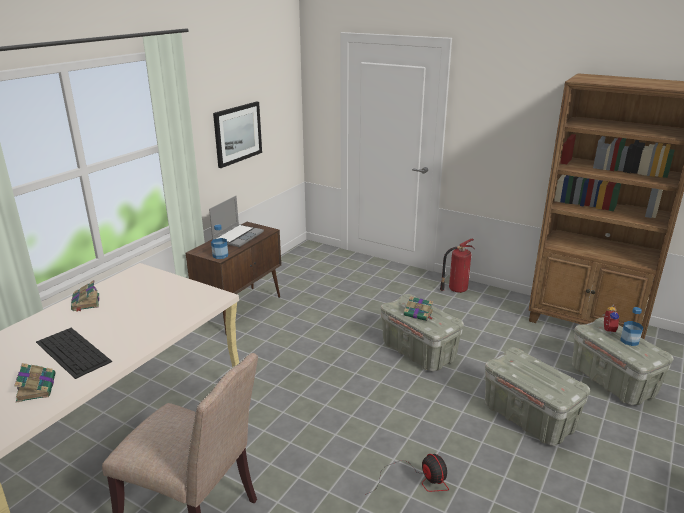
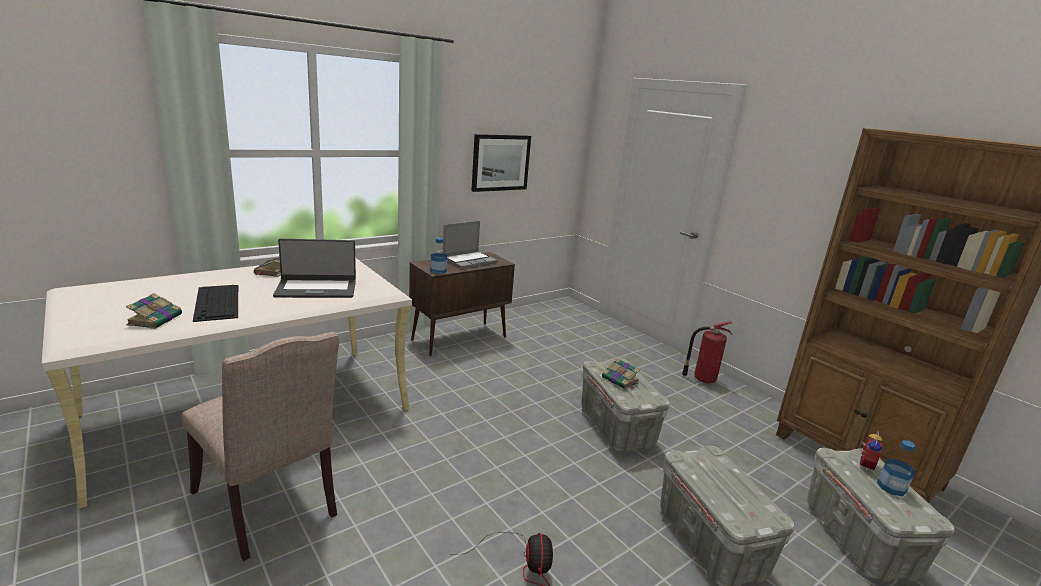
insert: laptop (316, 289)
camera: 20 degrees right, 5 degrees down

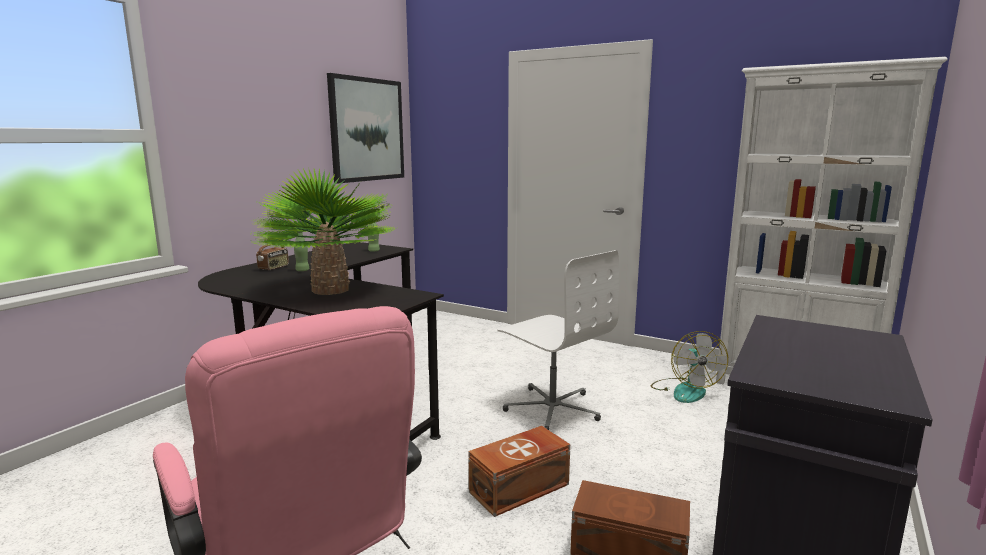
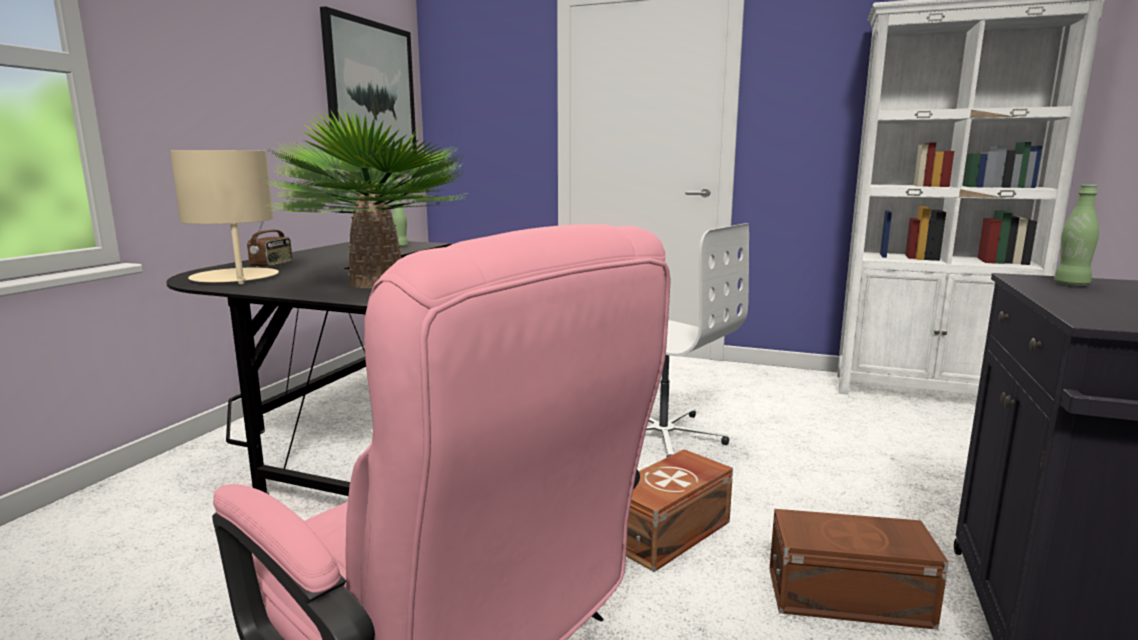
delete: fan (685, 390)
insert: table lamp in beige (235, 278)
move: bottle in green (302, 270) to (1071, 284)
camera: 10 degrees left, 0 degrees up

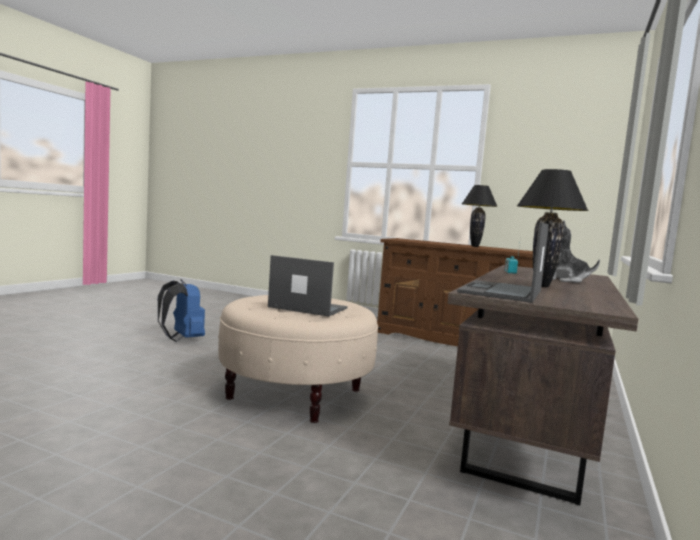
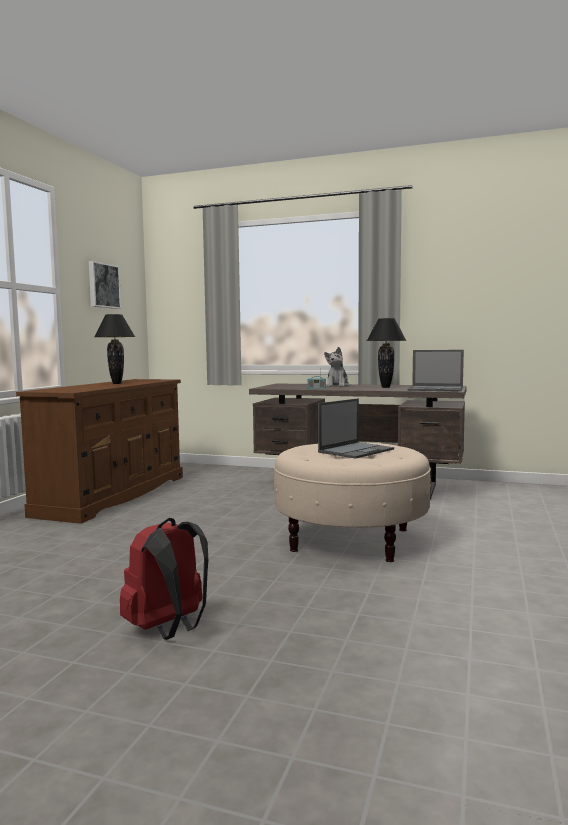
insert: picture (103, 285)
recolor: backpack in blue (182, 339) to backpack in red (169, 629)
rotate: laptop (307, 307) = (356, 450) 150 degrees counterclockwise
camera: 95 degrees left, 0 degrees up

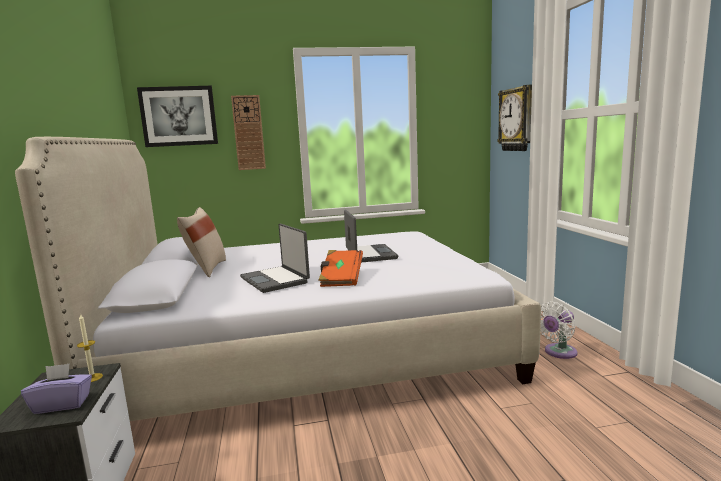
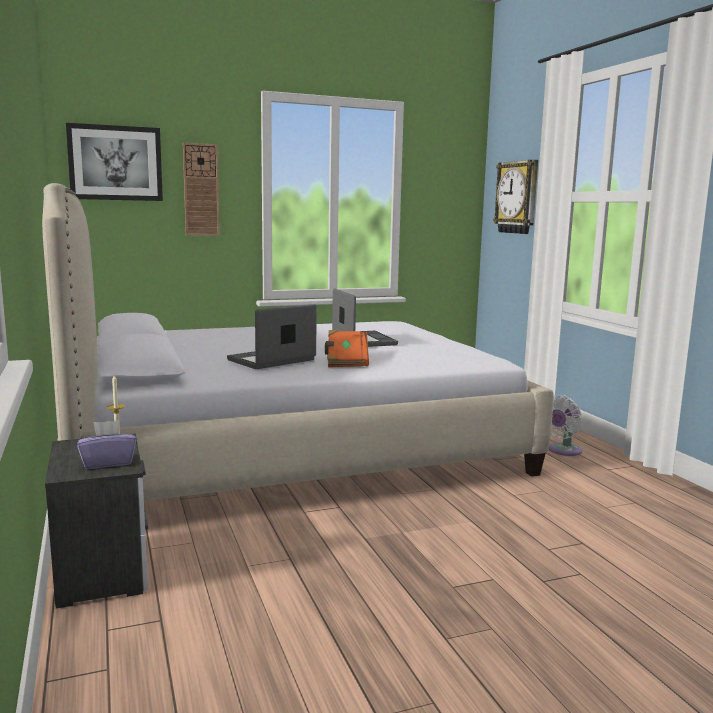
delete: pillow in beige (206, 269)
rotate: laptop (275, 280) = (272, 360) 90 degrees clockwise
camera: 10 degrees left, 0 degrees up

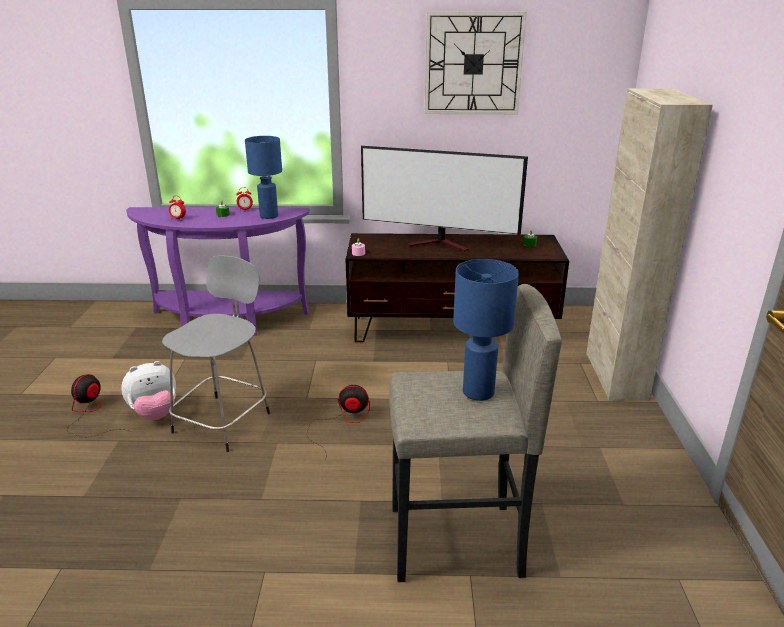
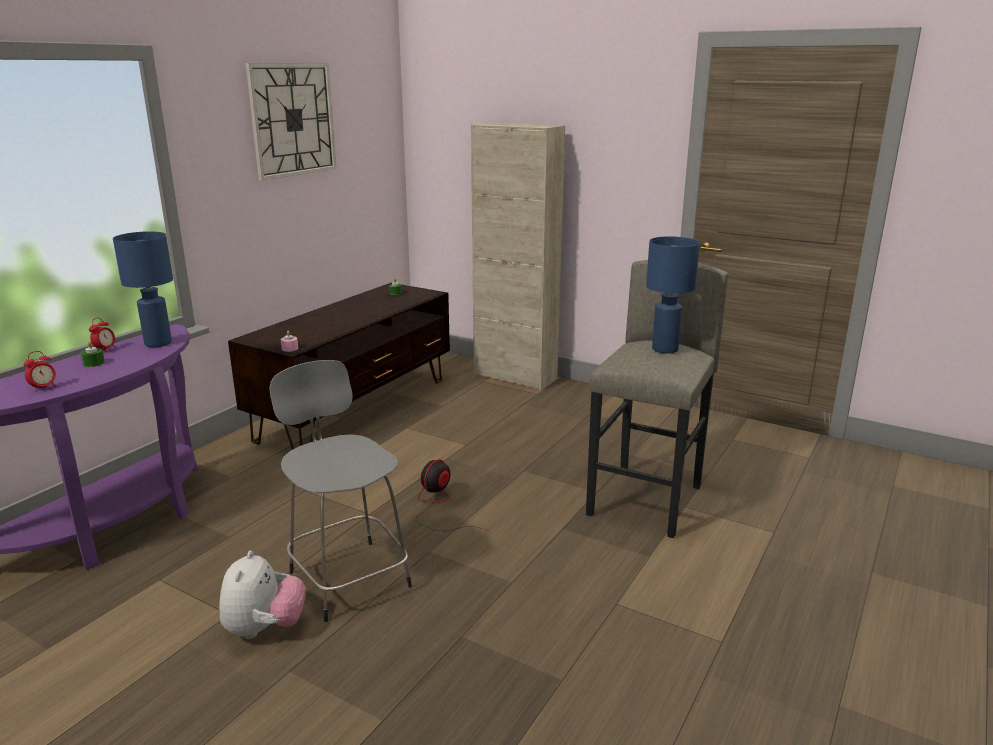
delete: fan (91, 414); television (441, 244)
camera: 60 degrees left, 5 degrees down

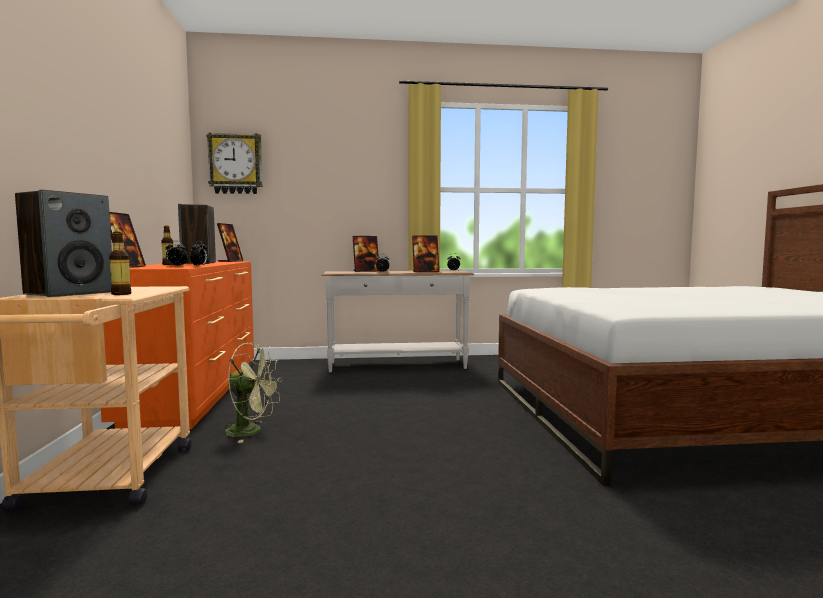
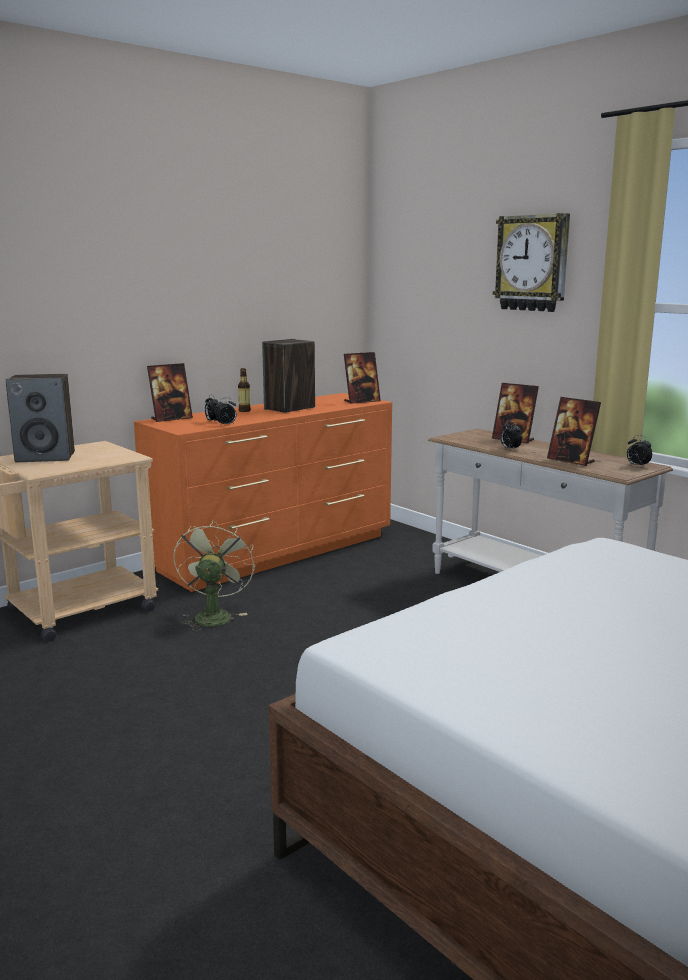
delete: bottle (121, 294)
move: wall clock (236, 164) to (532, 263)
rotate: fan in green (251, 431) = (213, 615) 150 degrees counterclockwise
camera: 55 degrees right, 10 degrees up

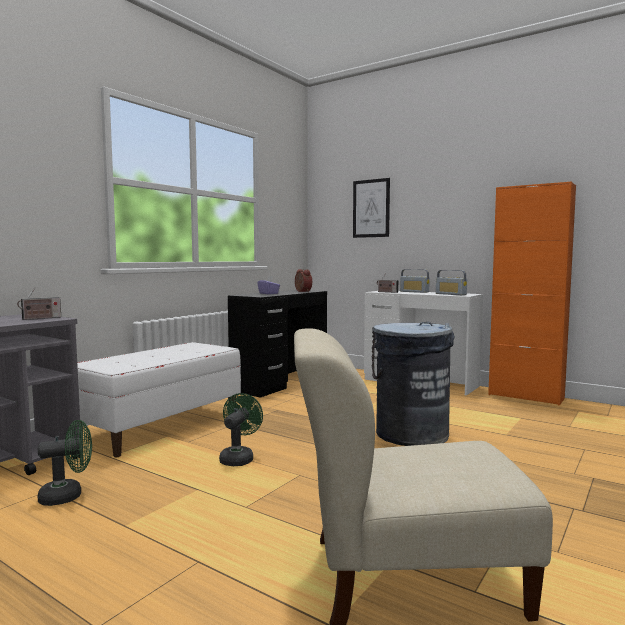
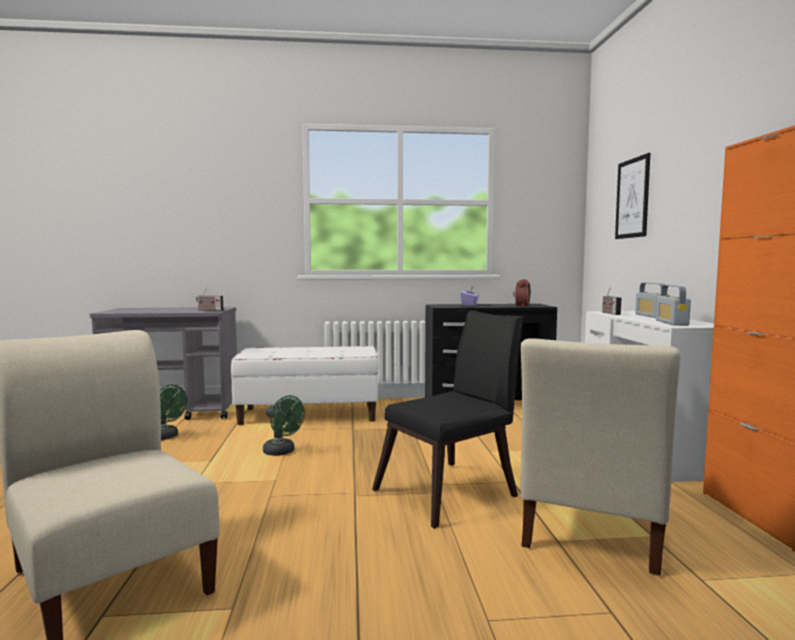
insert: chair in beige (590, 527)
replace: trash can in grey (411, 434) to chair in black (453, 491)
rotate: fan in green (238, 458) = (282, 452) 60 degrees clockwise
camera: 50 degrees right, 0 degrees up

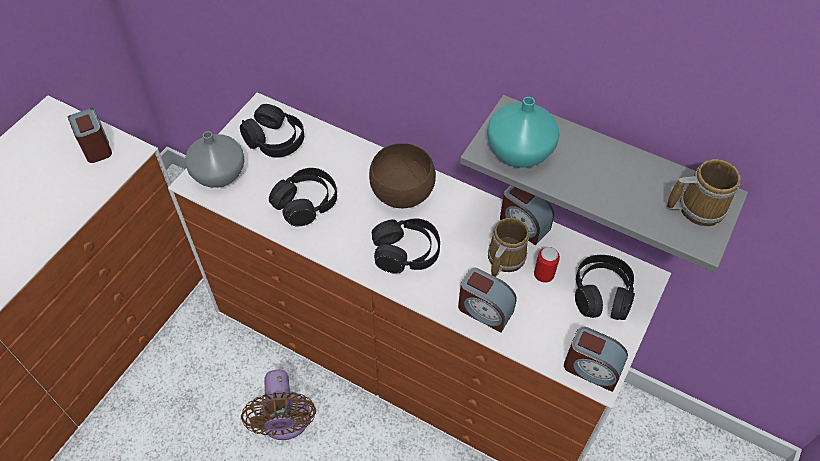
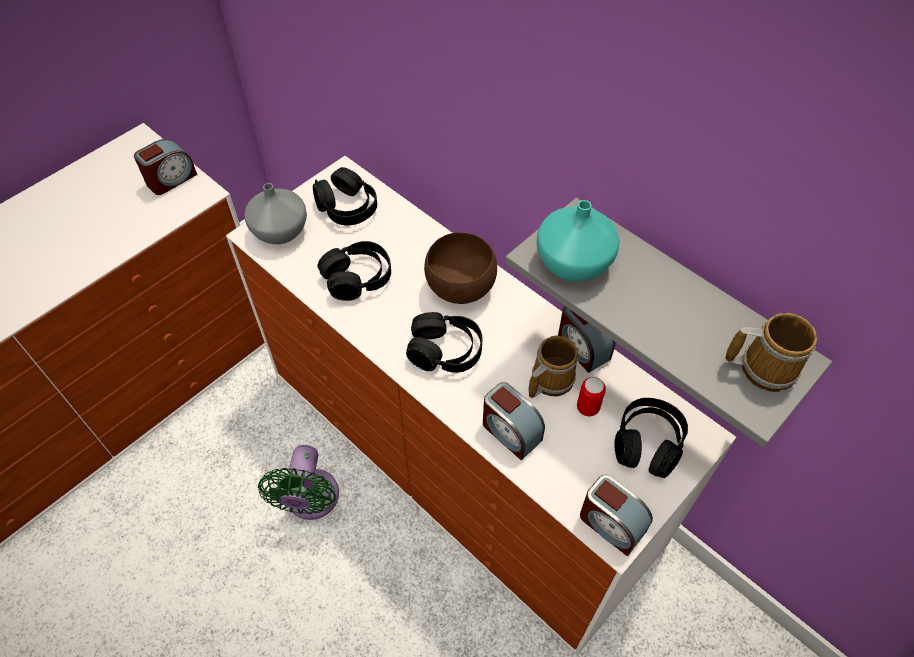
recolor: fan in brown (285, 422) to fan in green (311, 500)
rotate: alarm clock (95, 145) = (171, 179) 60 degrees clockwise
camera: 15 degrees right, 0 degrees up

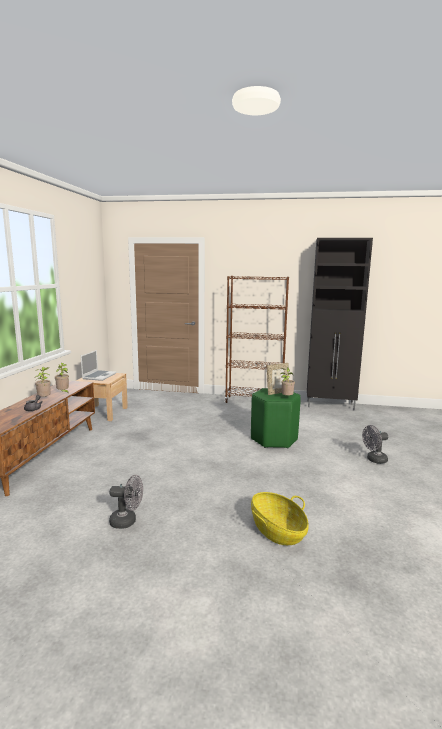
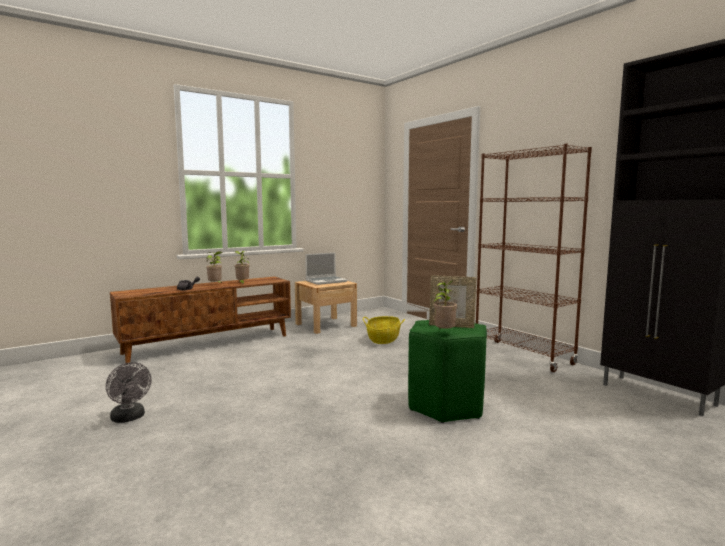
delete: fan in grey (374, 460)
move: basket (277, 531) to (383, 339)
camera: 45 degrees right, 5 degrees down

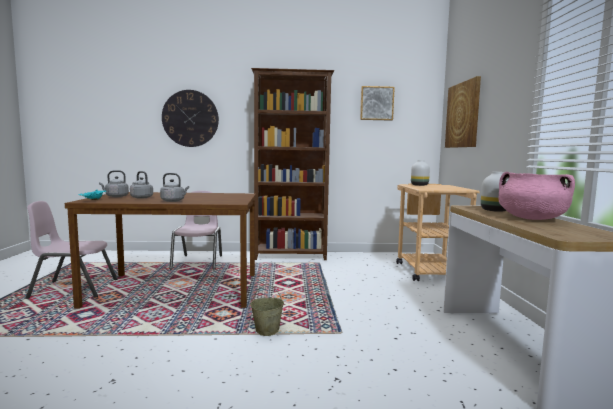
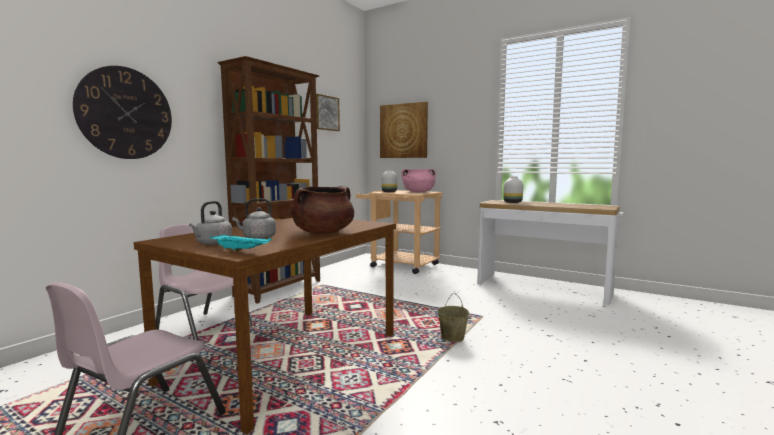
move: cooking pot in pink (531, 218) to (418, 192)
replace: kettle in grey (174, 201) to cooking pot in brown (323, 232)
camera: 55 degrees left, 0 degrees up

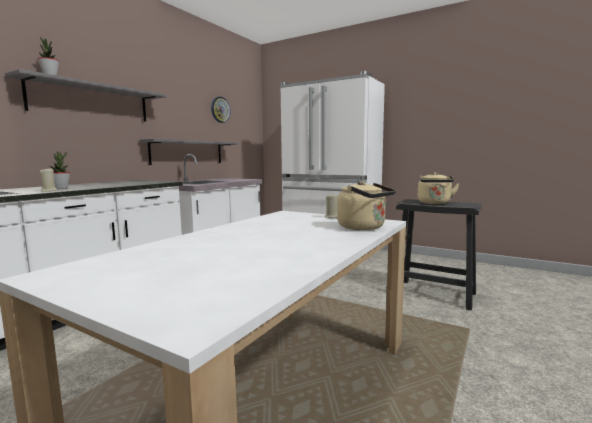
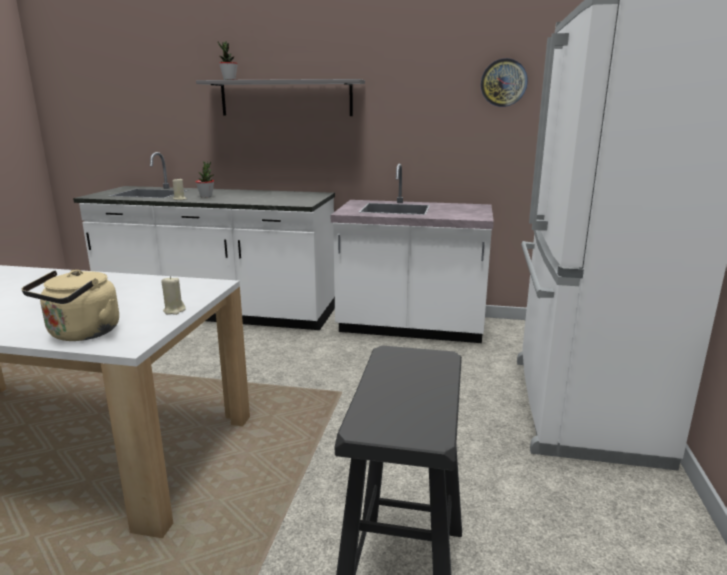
delete: shelf in grey (188, 152); kettle in beige (434, 203)
camera: 70 degrees right, 10 degrees up

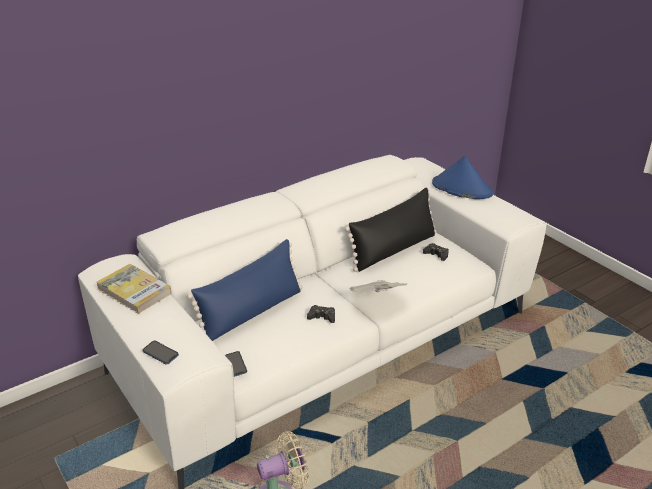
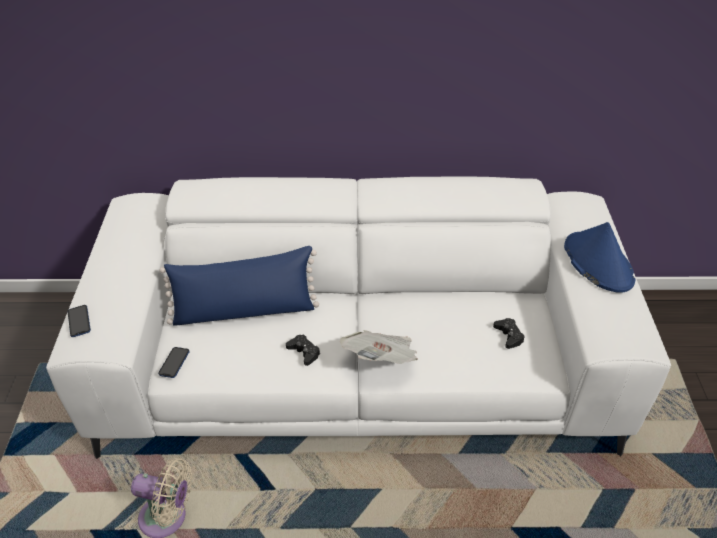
delete: book (134, 291); pillow in black (393, 250)
camera: 35 degrees right, 10 degrees up

